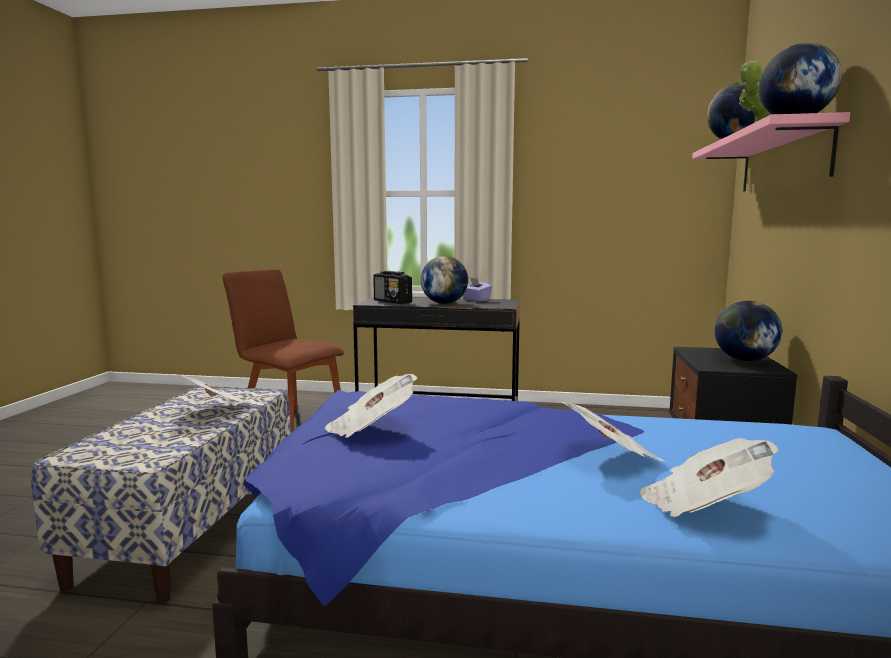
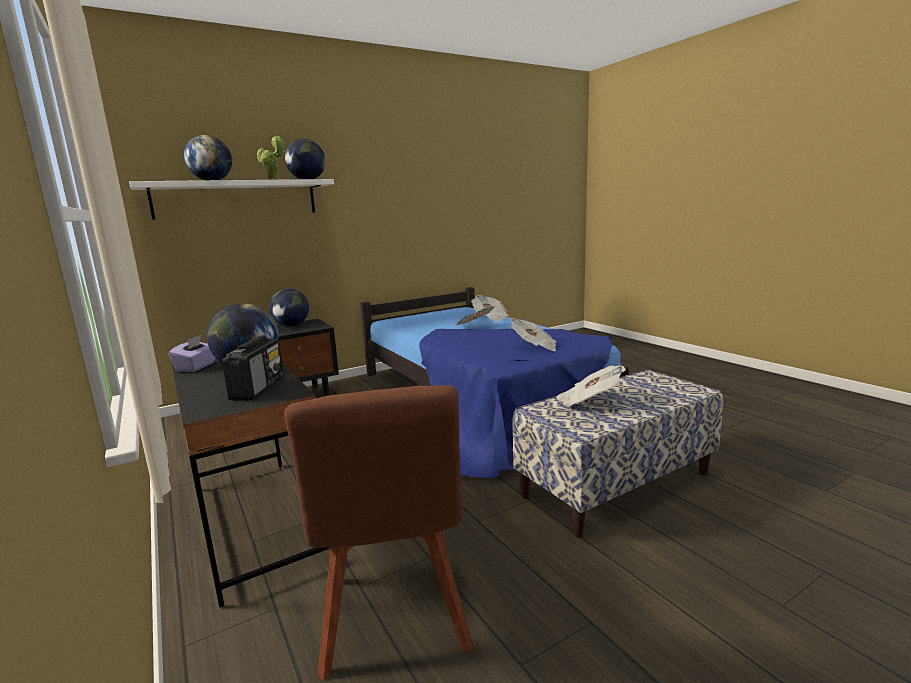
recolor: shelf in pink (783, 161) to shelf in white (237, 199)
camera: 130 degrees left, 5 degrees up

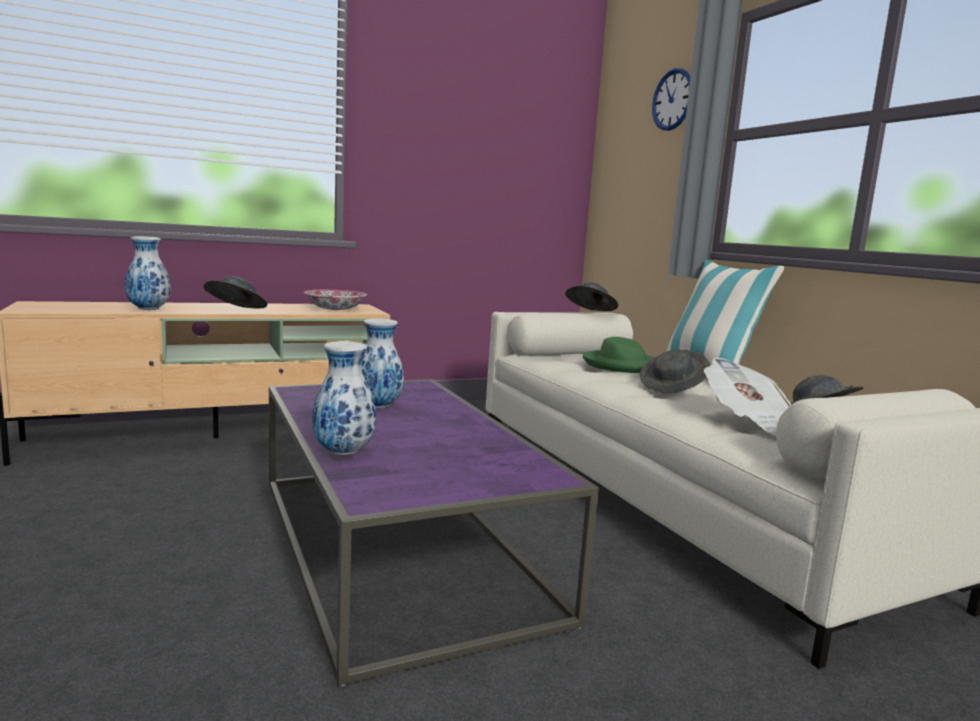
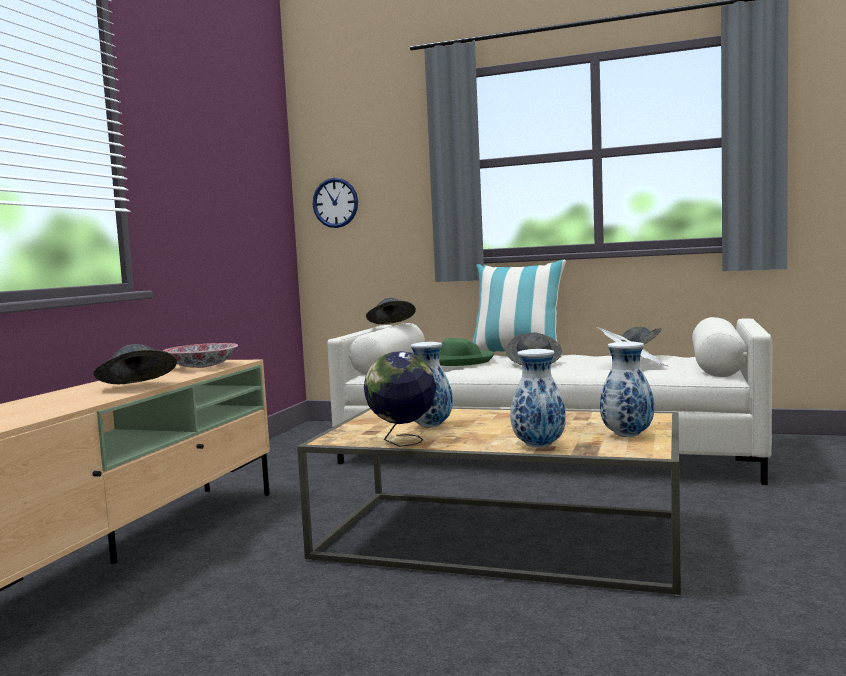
insert: globe (402, 442)
move: vase (149, 309) to (626, 435); wall clock (672, 100) to (335, 203)
recolor: coffee table in purple (399, 544) to coffee table in brown (500, 538)
camera: 45 degrees left, 5 degrees down

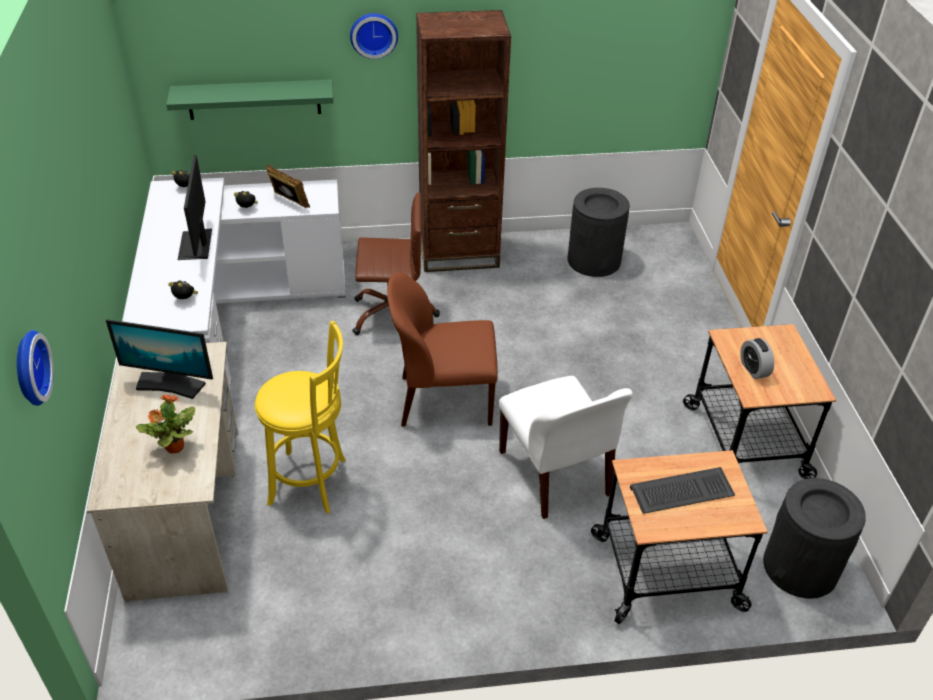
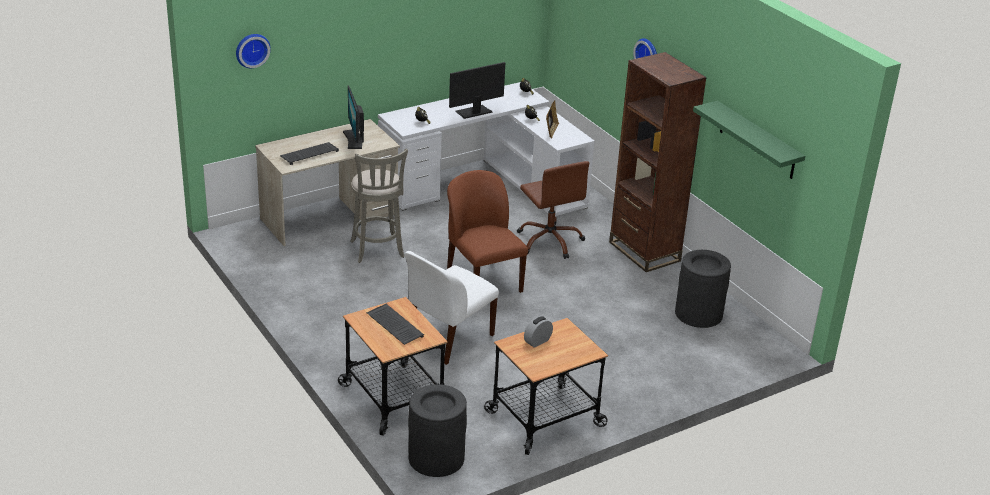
move: shelf in green (254, 99) to (757, 140)
replace: potted plant (174, 447) to keyboard (309, 154)
recolor: stool in yellow (312, 482) to stool in grey (377, 251)
camera: 65 degrees right, 10 degrees down

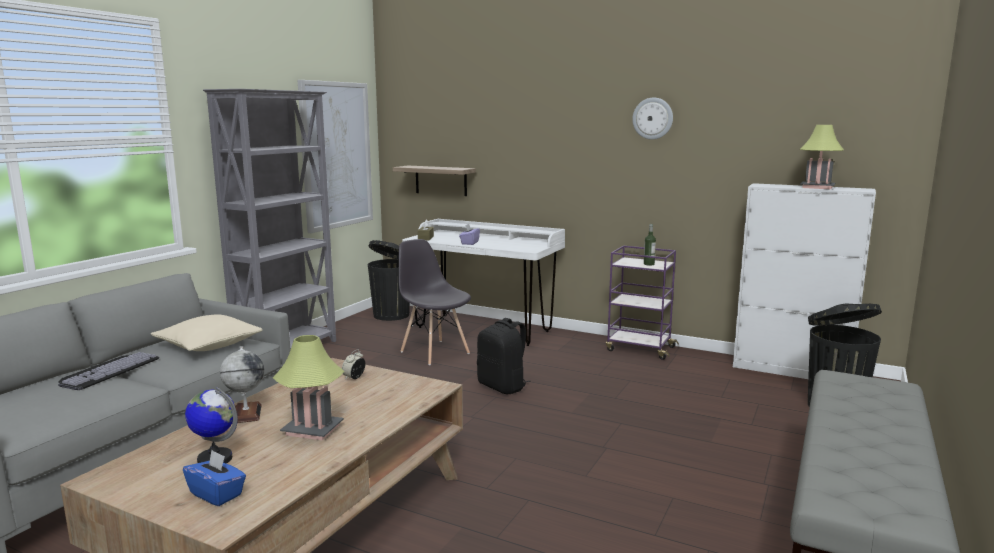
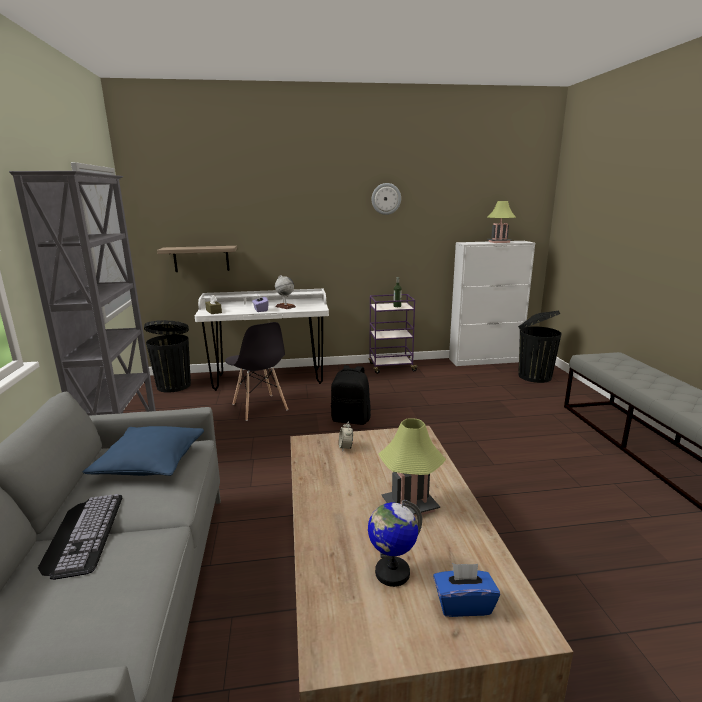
move: globe (246, 413) to (285, 307)
recolor: pillow in beige (209, 345) to pillow in blue (150, 463)
rotate: chair in grey (434, 352) = (260, 407) 135 degrees counterclockwise
camera: 35 degrees left, 5 degrees up

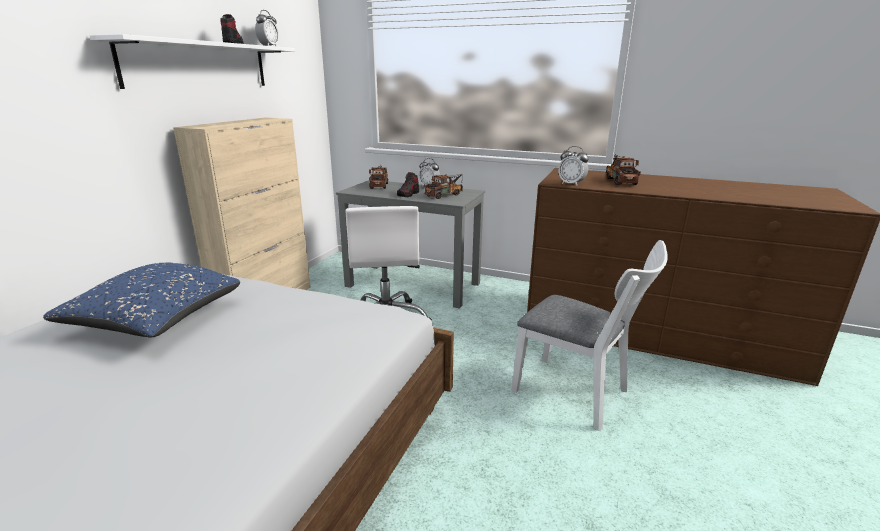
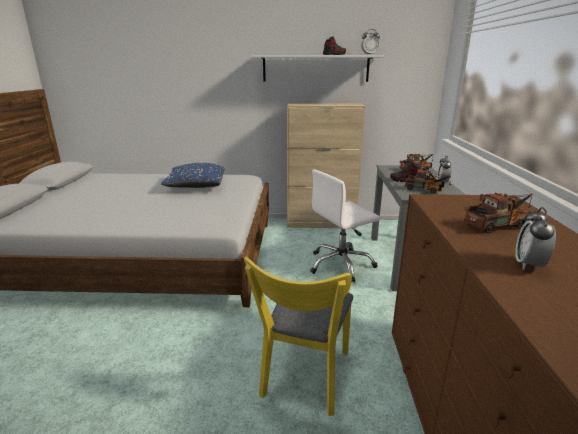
move: alarm clock (571, 184) to (528, 265)
recolor: chair in white (578, 394) to chair in yellow (304, 378)
camera: 70 degrees right, 0 degrees up

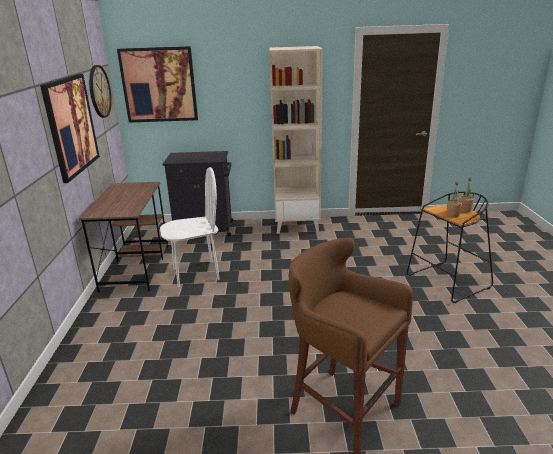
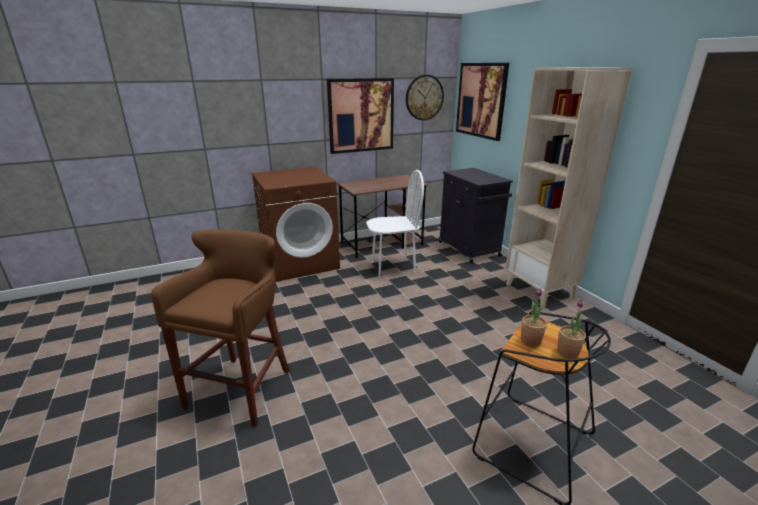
insert: washing machine in brown (300, 262)
rotate: chair in white (196, 274) = (393, 267) 60 degrees counterclockwise
camera: 65 degrees right, 0 degrees up

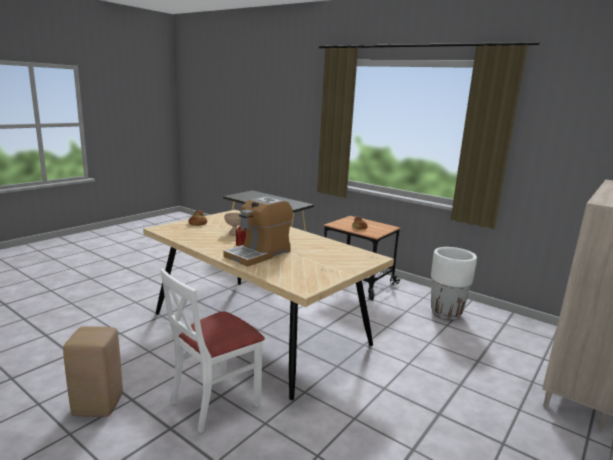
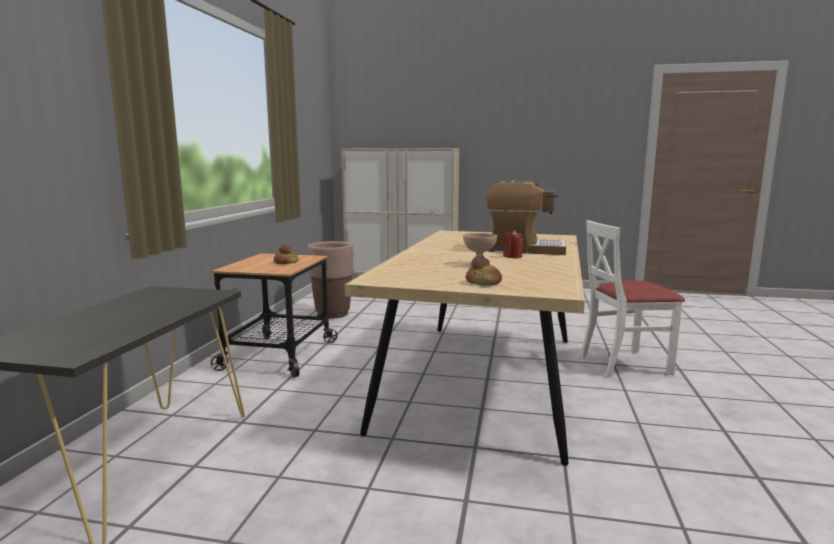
delete: stool in beige (99, 405)
recolor: planter in white (445, 313) to planter in brown (332, 314)
rotate: chair in white (214, 401) = (624, 364) 150 degrees clockwise
camera: 115 degrees left, 5 degrees down

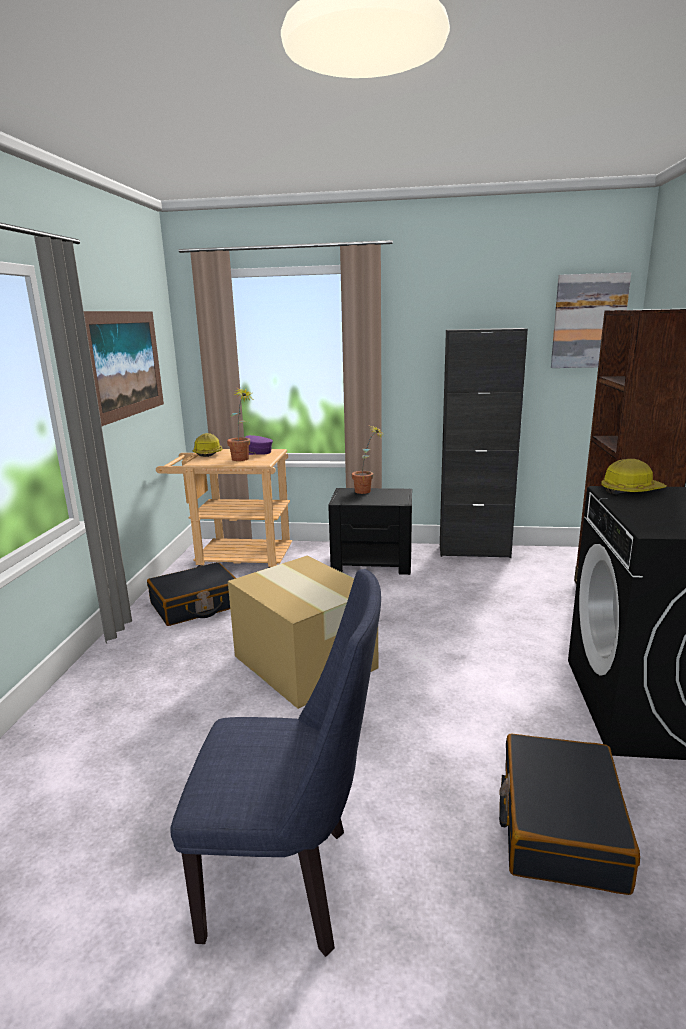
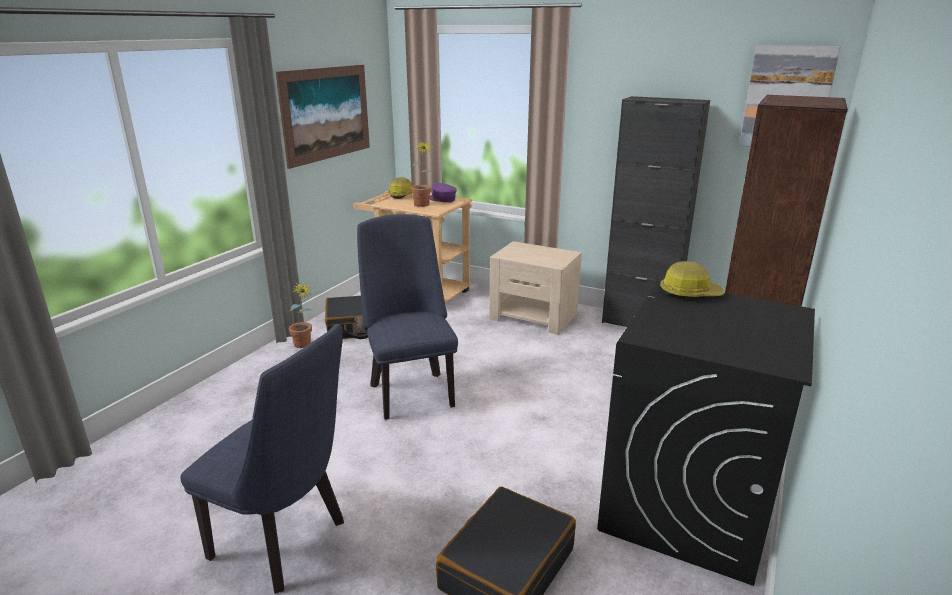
move: potted plant (367, 492) to (304, 346)
replace: cardboard box (304, 661) to chair in blue (410, 391)
recolor: nightstand in black (373, 562) to nightstand in beige (534, 316)
camera: 20 degrees right, 5 degrees up

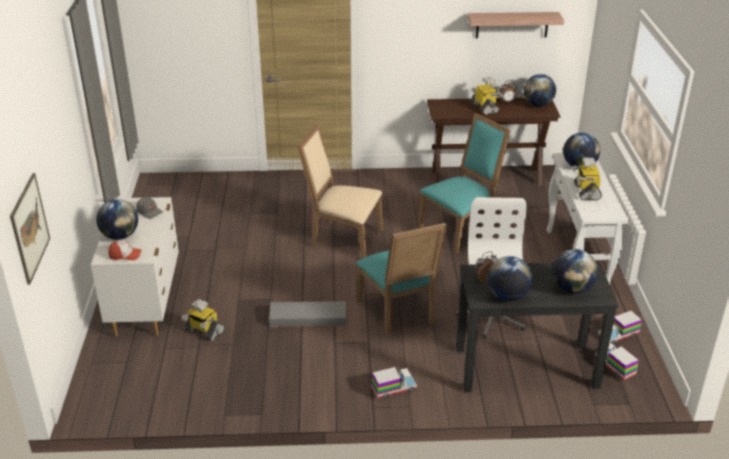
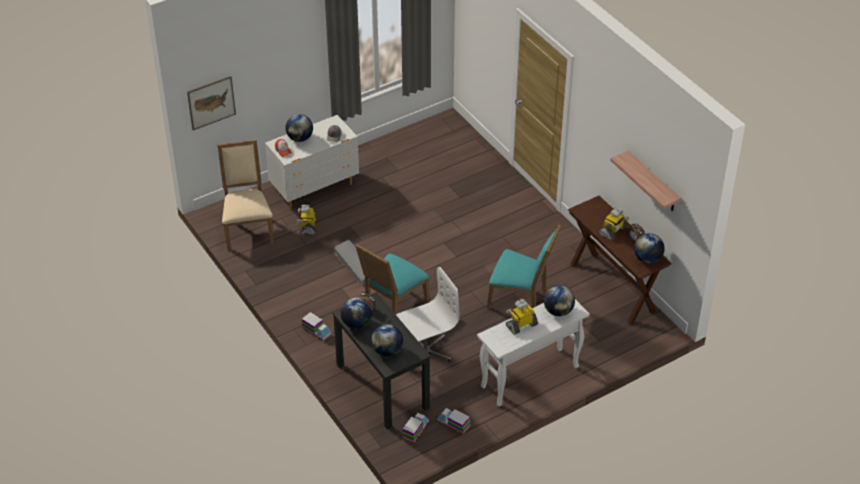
move: chair in beige (343, 239) to (248, 229)
camera: 60 degrees right, 10 degrees up

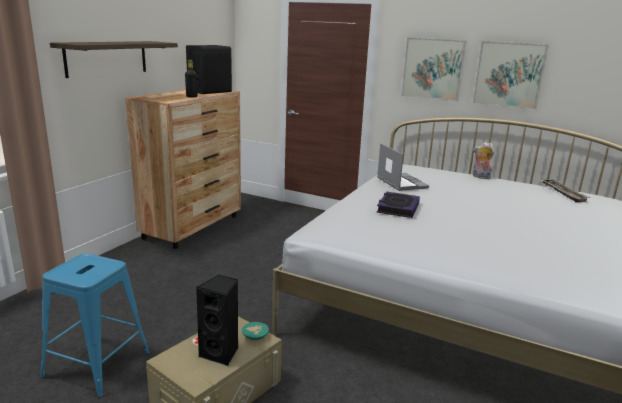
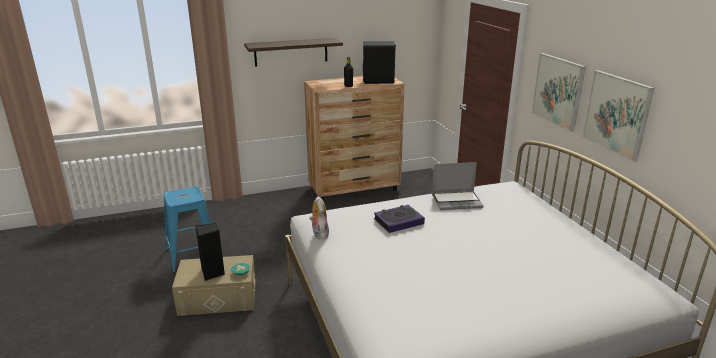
delete: tray (563, 193)
move: plush toy (480, 177) to (319, 234)
rotate: laptop (400, 183) = (457, 201) 60 degrees clockwise
camera: 45 degrees right, 5 degrees up

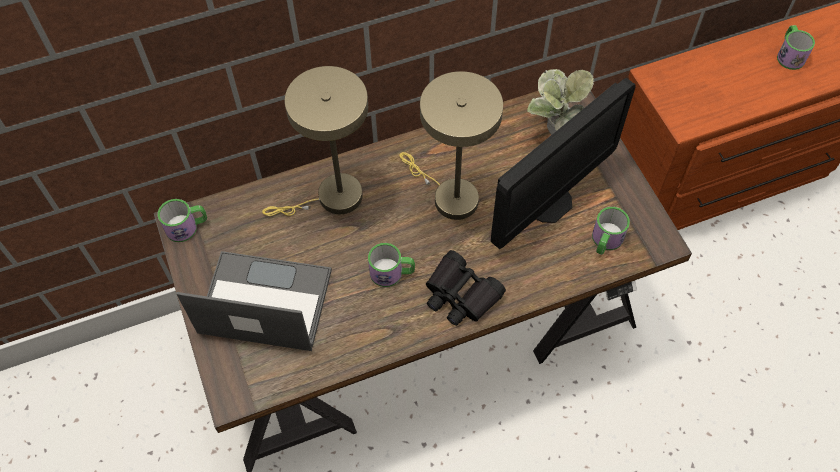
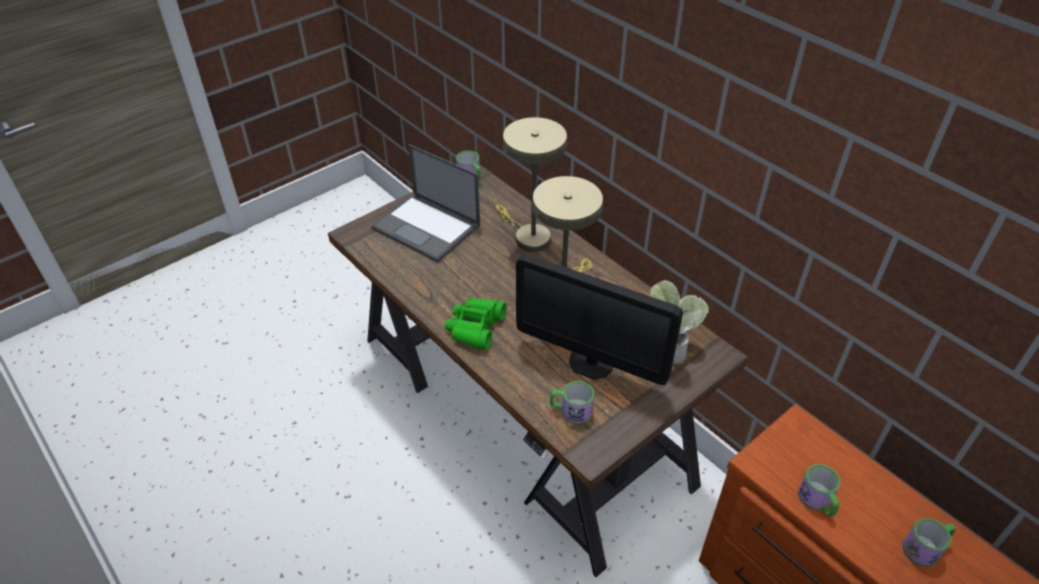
move: mug (392, 273) to (818, 501)
recolor: binoculars in black (460, 295) to binoculars in green (475, 327)
rotate: laptop (263, 302) = (427, 227) 135 degrees clockwise
camera: 70 degrees right, 15 degrees down

